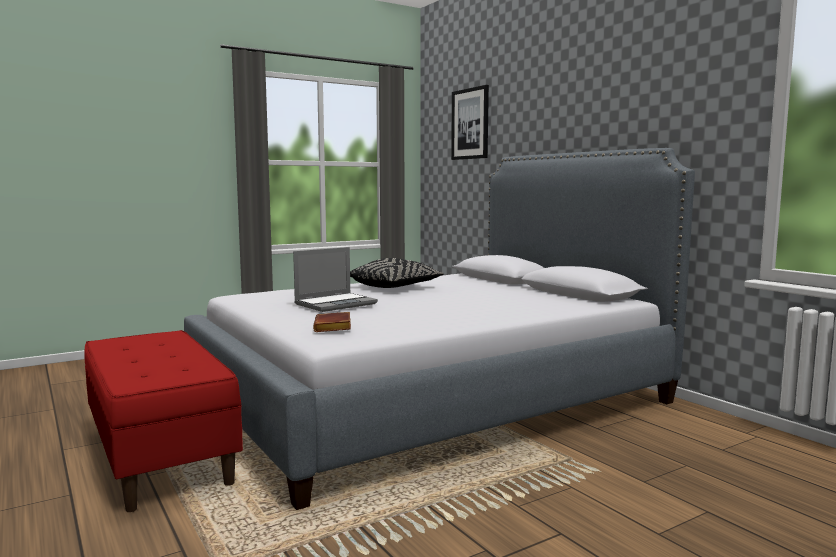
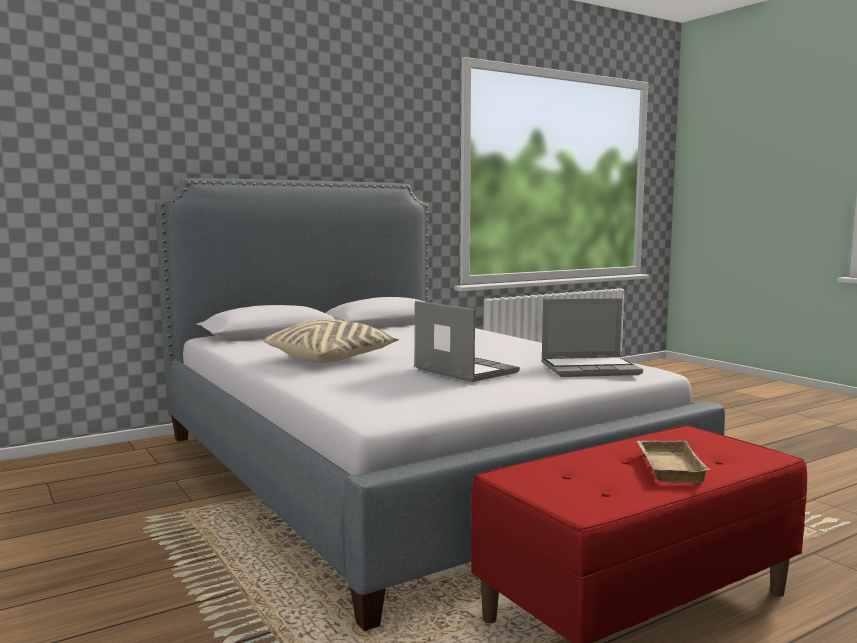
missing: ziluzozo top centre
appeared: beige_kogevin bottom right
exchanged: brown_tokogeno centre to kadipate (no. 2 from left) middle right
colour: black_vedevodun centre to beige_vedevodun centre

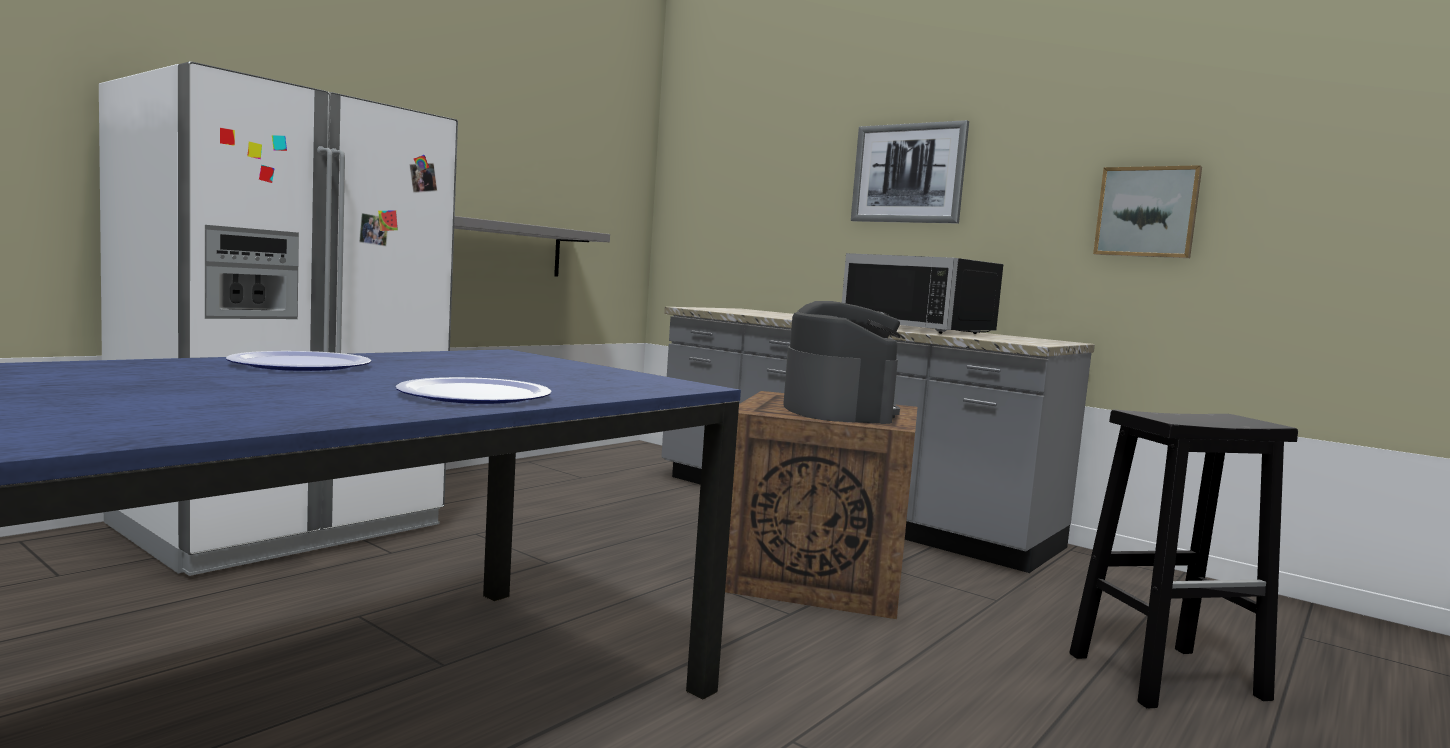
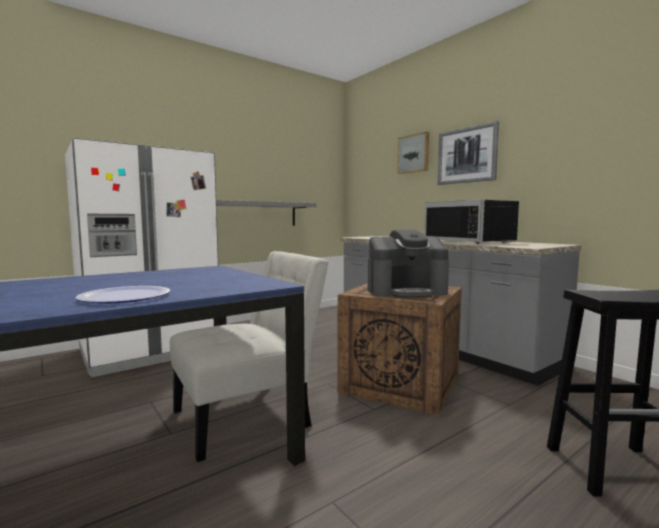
missing: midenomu (no. 1 from left) middle left
appeared: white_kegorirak bottom centre
relocated: ziluzozo (no. 2 from left in the first image) top right to ziluzozo (no. 1 from left) top centre
spun: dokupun centre = centre 75 degrees clockwise

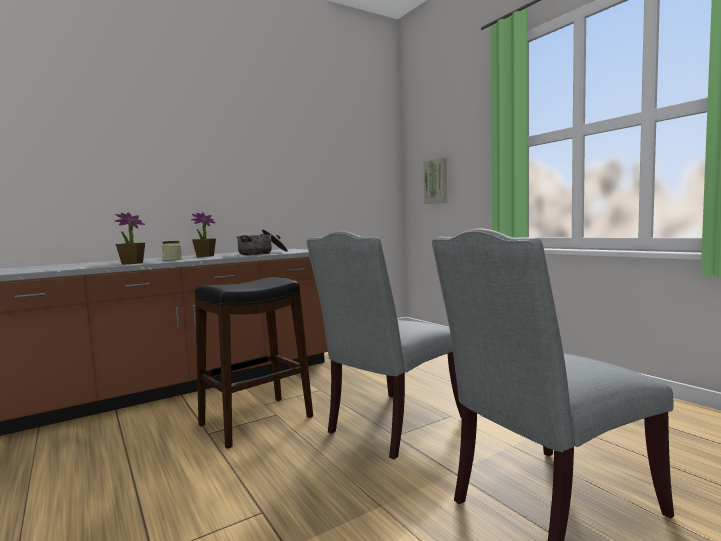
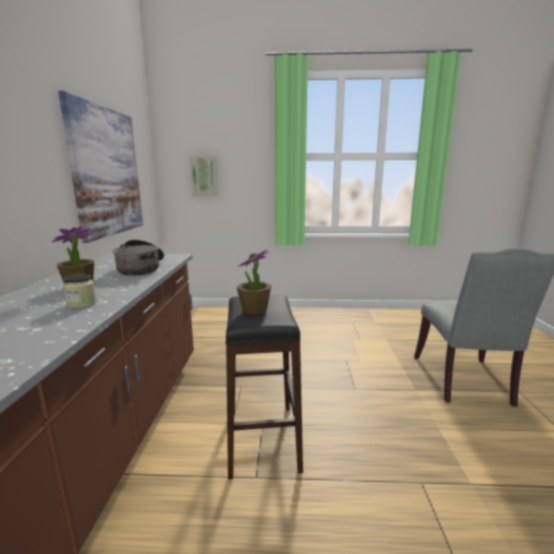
missing: grey_kegorirak (no. 1 from left) centre
appeared: ziluzozo (no. 1 from left) top left
relocated: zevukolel (no. 1 from left in the first image) middle left to zevukolel (no. 2 from left) centre

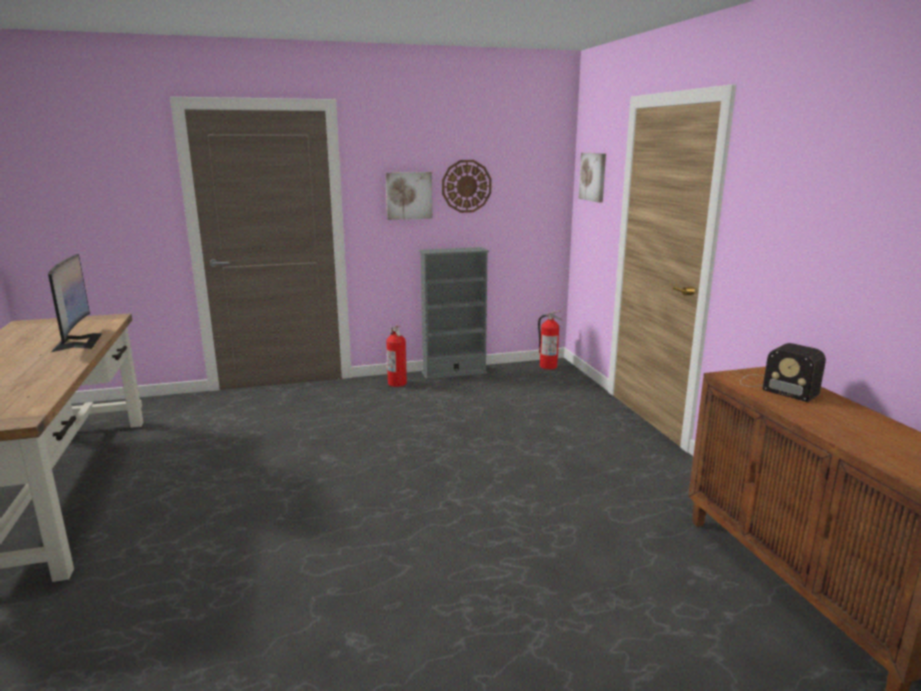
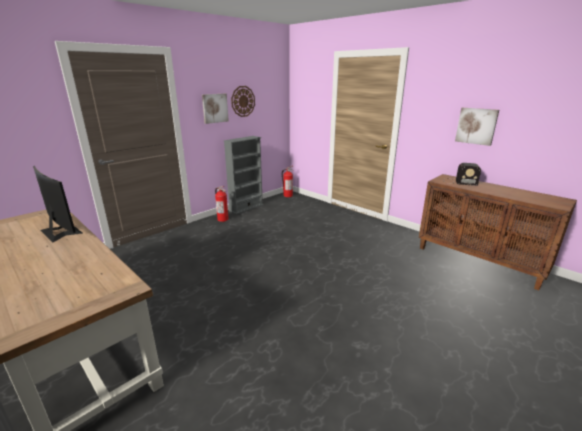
relocated: ziluzozo (no. 2 from left) top centre to top right

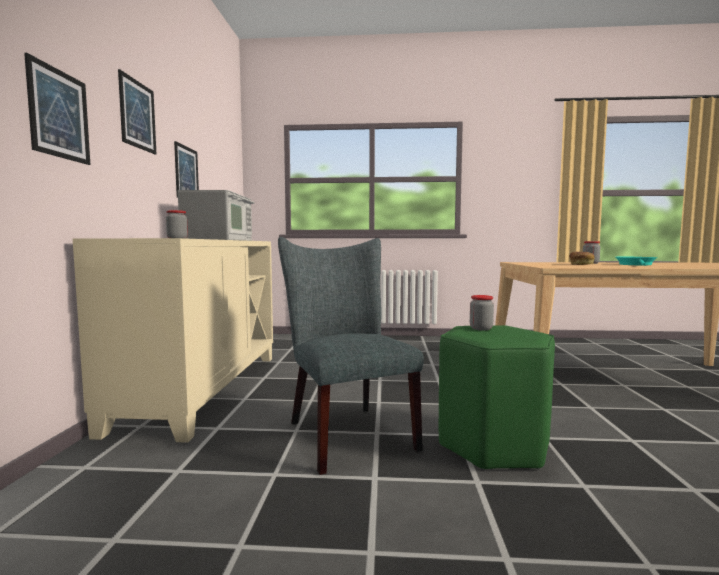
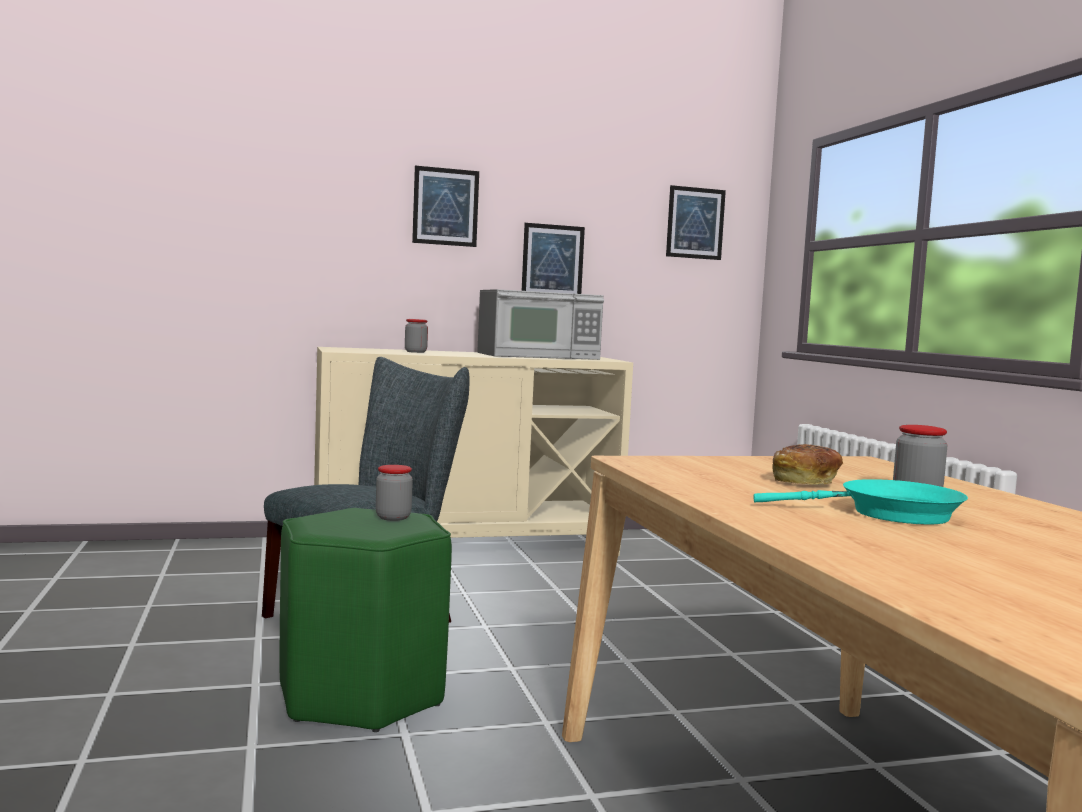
relocated: ziluzozo (no. 1 from left in the first image) top left to ziluzozo (no. 3 from left) top centre

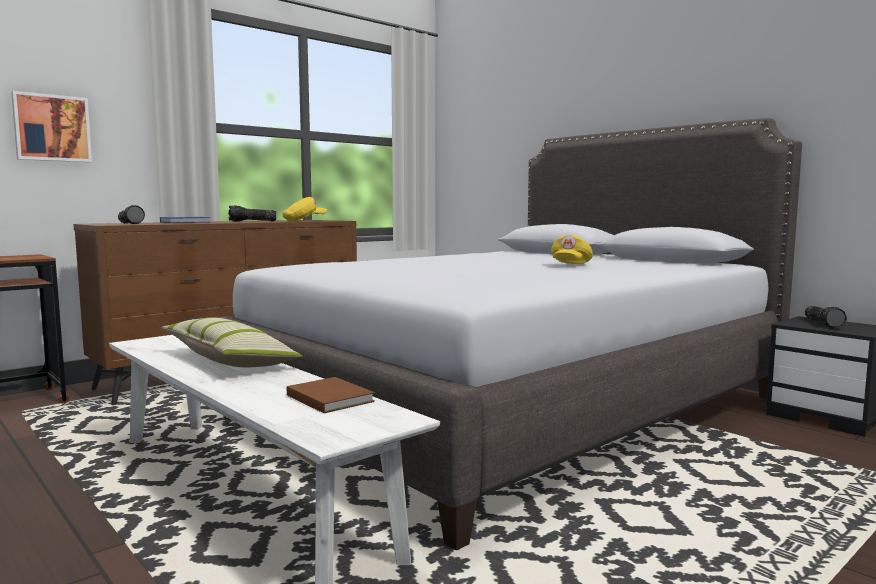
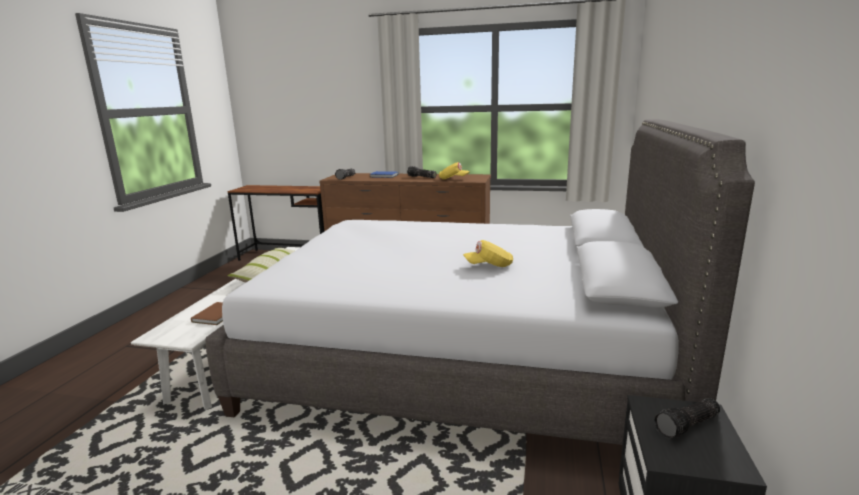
missing: ziluzozo top left

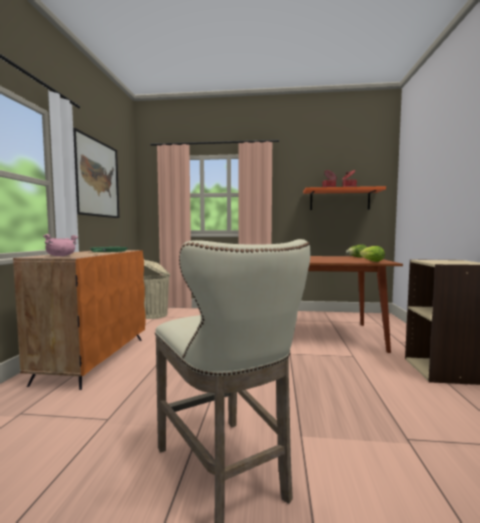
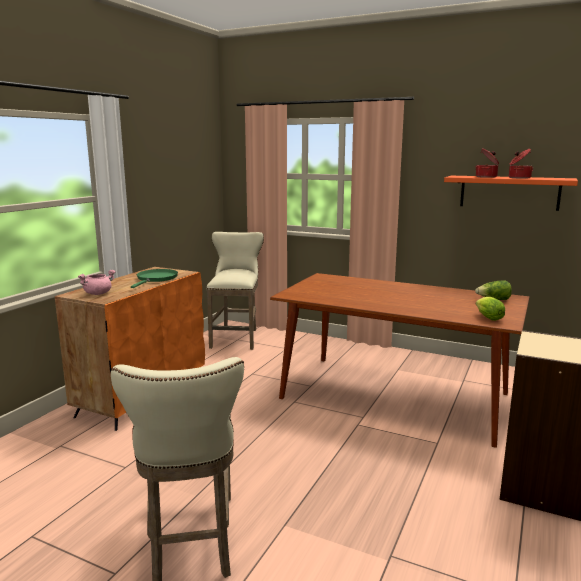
missing: ziluzozo top left
exchanged: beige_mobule middle left to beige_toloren (no. 2 from left) centre

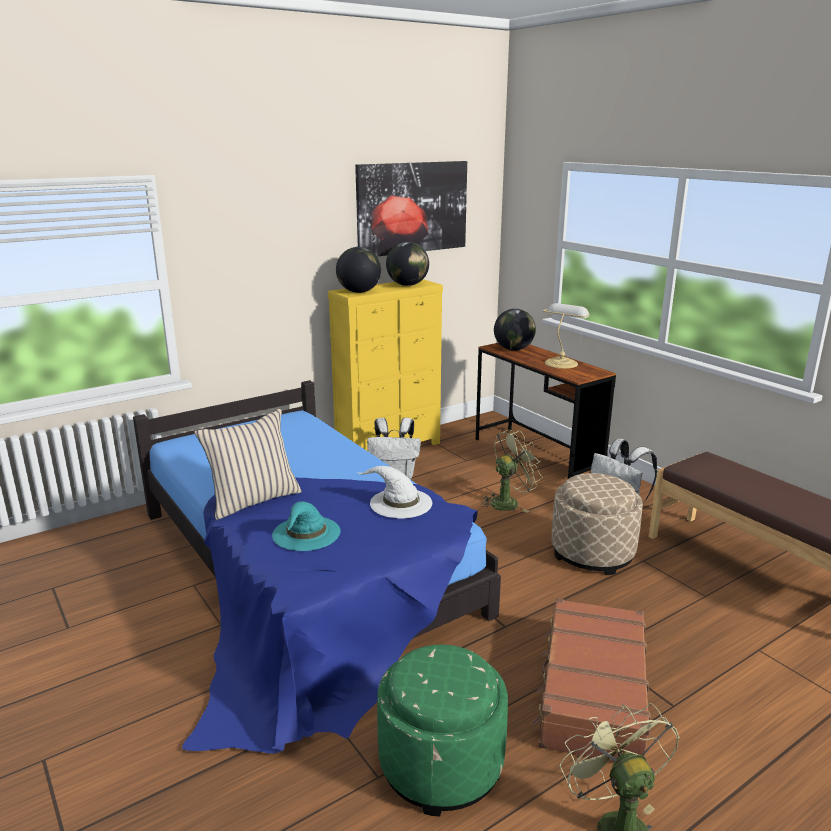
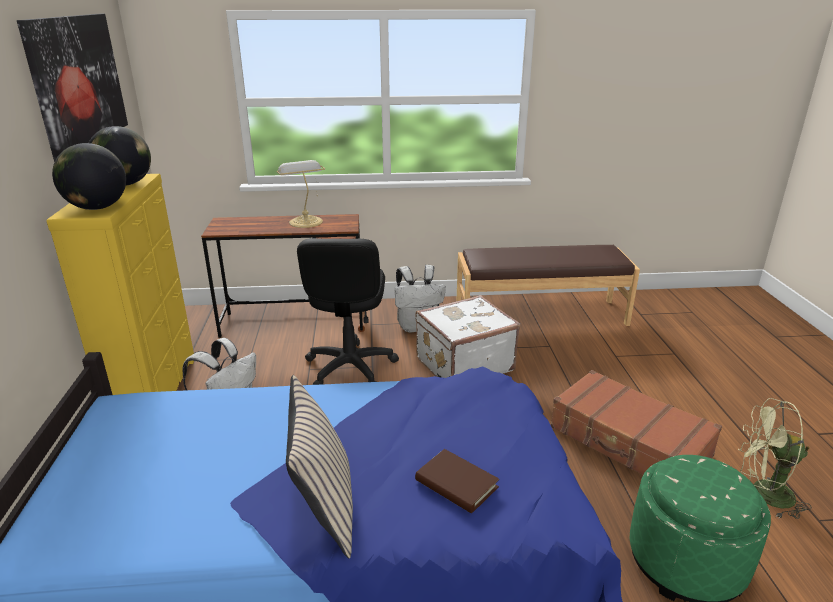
missing: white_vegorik centre; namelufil (no. 3 from left) centre
exchanged: turquoise_vegorik centre to brown_tokogeno bottom centre; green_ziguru (no. 1 from left) centre to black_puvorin centre; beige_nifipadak middle right to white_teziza centre

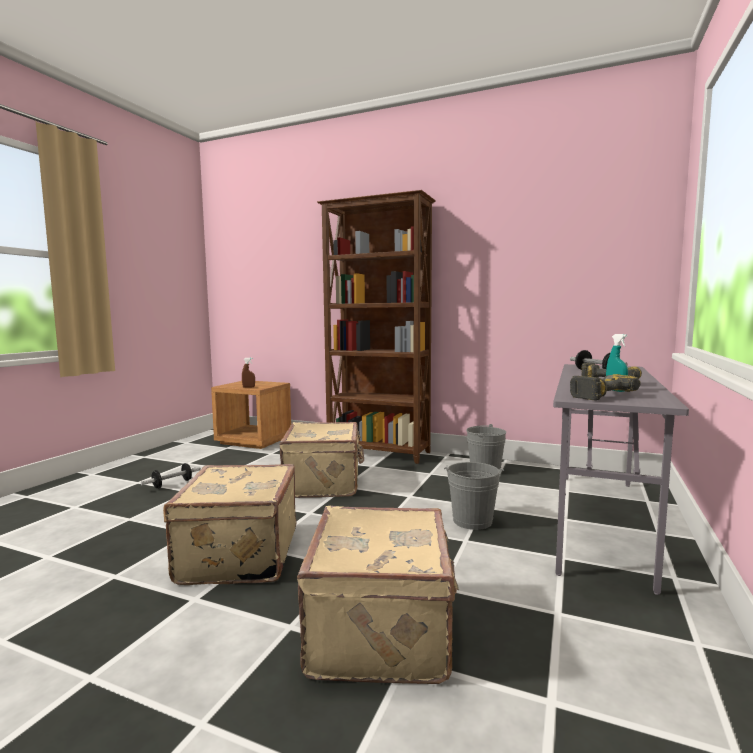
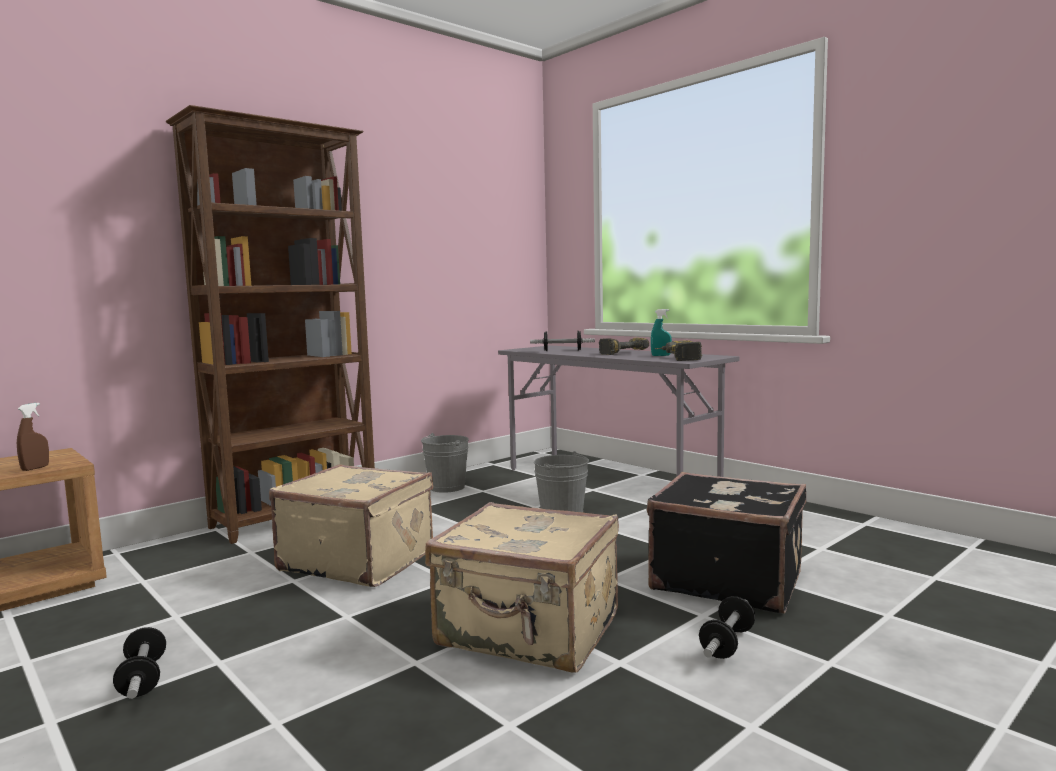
appeared: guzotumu (no. 3 from left) bottom right
colour: beige_teziza (no. 3 from left) bottom centre to black_teziza bottom right

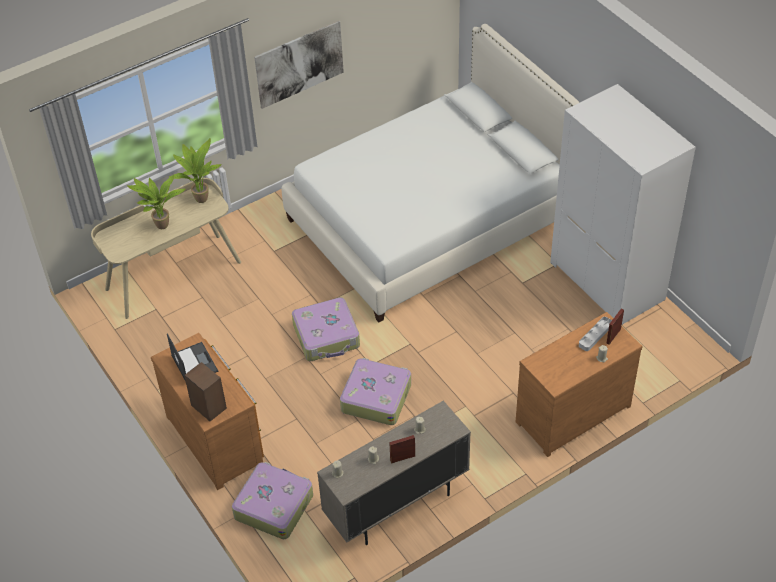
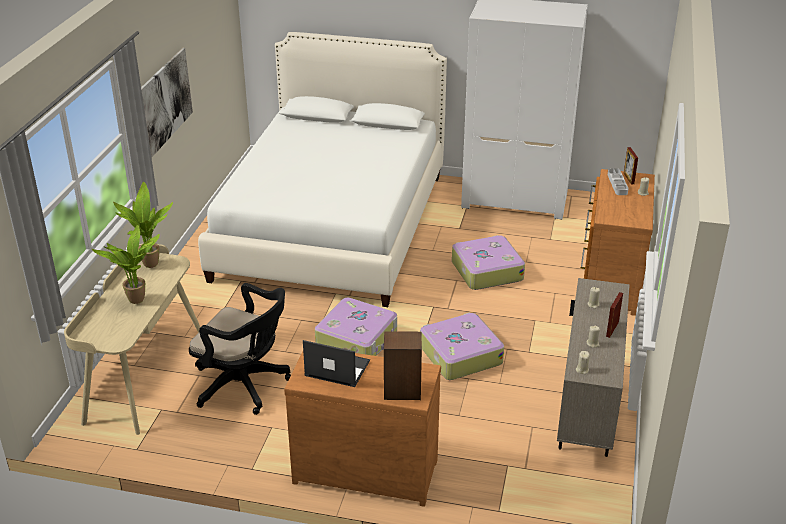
appeared: black_puvorin middle left
relocated: teziza (no. 1 from left in the first image) bottom centre to teziza (no. 3 from left) centre

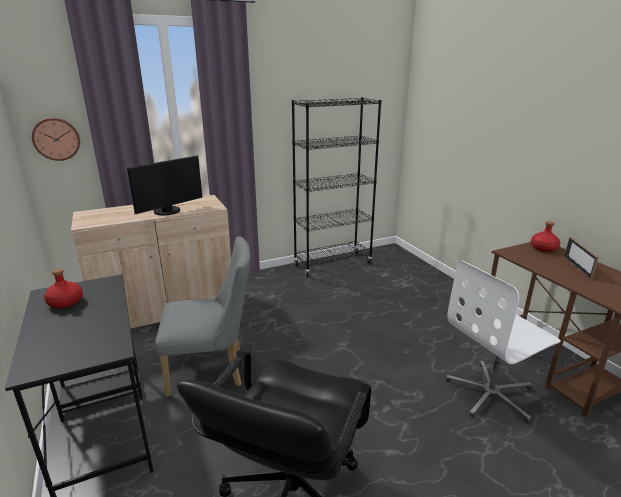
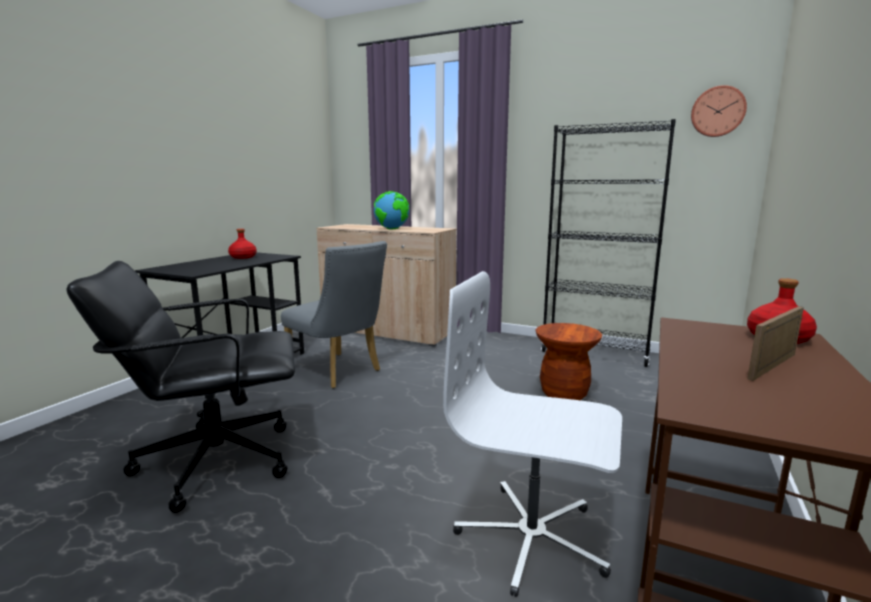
appeared: brown_toloren centre
relocated: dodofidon top left to top right
exchanged: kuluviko middle left to namelufil centre

